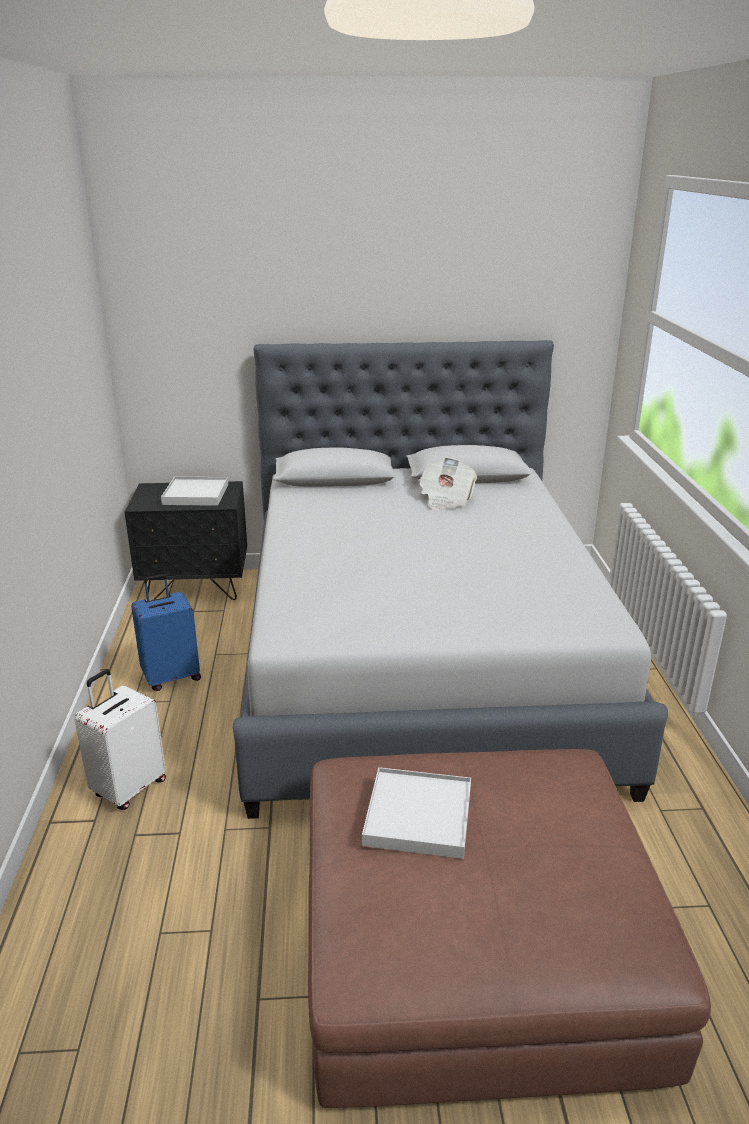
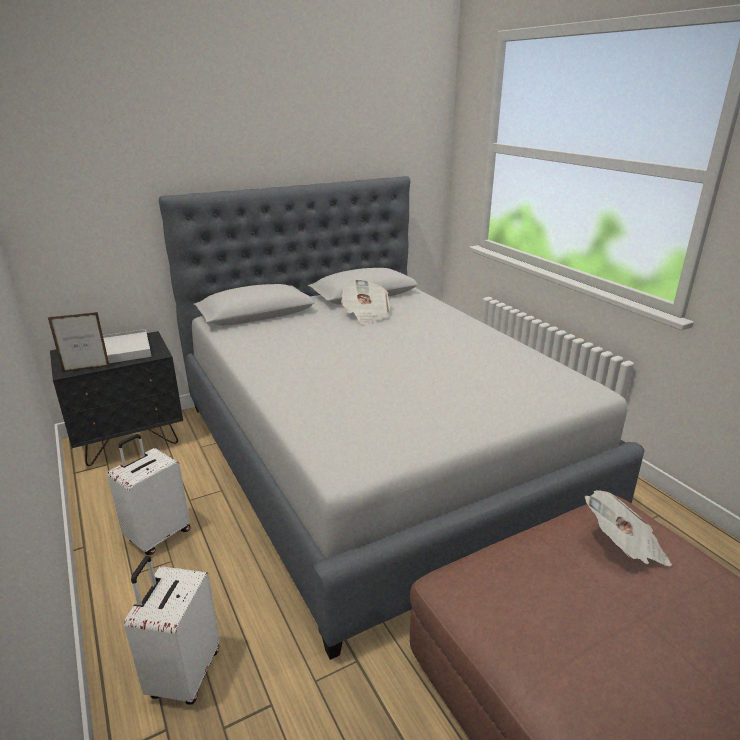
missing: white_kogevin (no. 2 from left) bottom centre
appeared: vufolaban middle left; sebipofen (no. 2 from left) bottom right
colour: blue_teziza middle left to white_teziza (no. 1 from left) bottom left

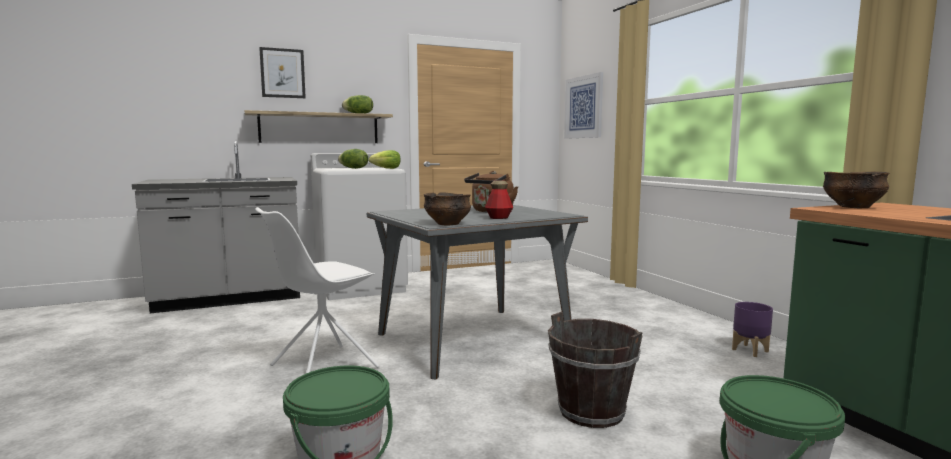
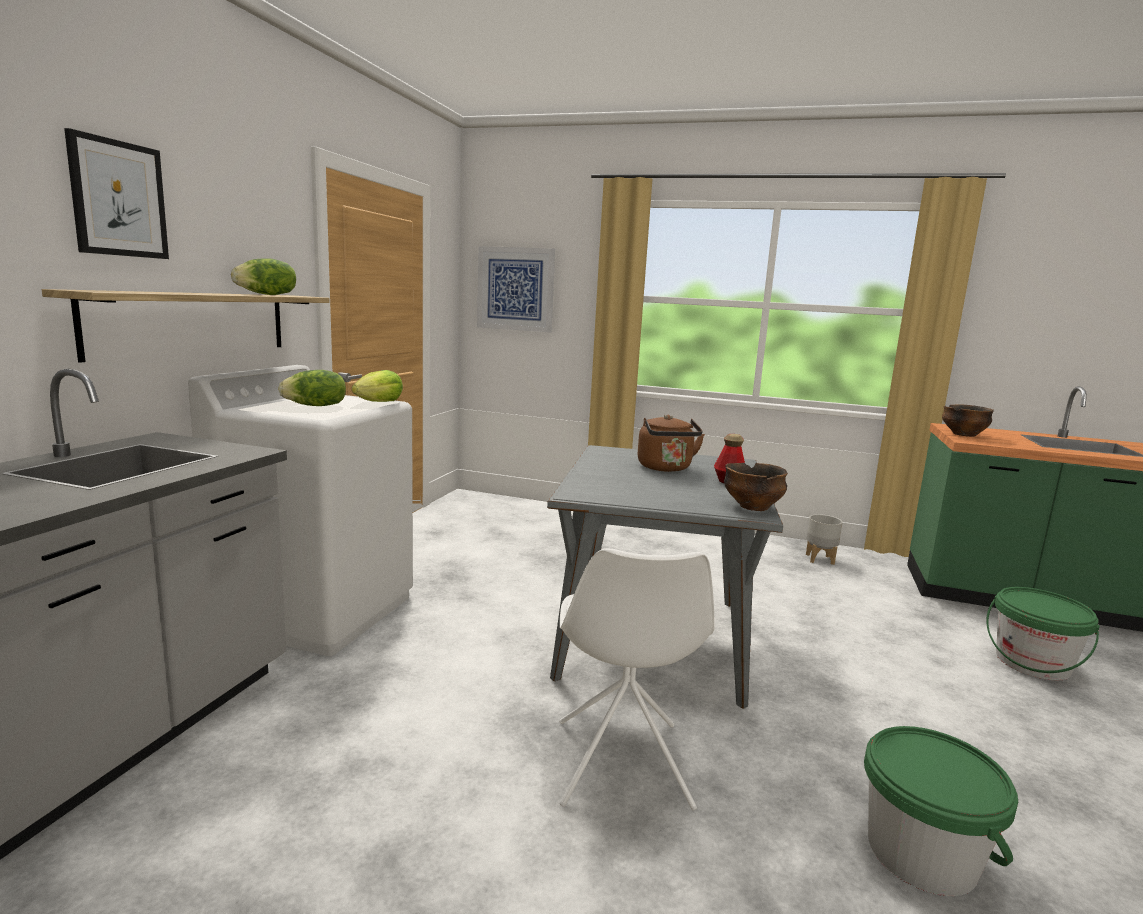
missing: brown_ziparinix bottom centre
colour: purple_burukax bottom right to grey_burukax middle right

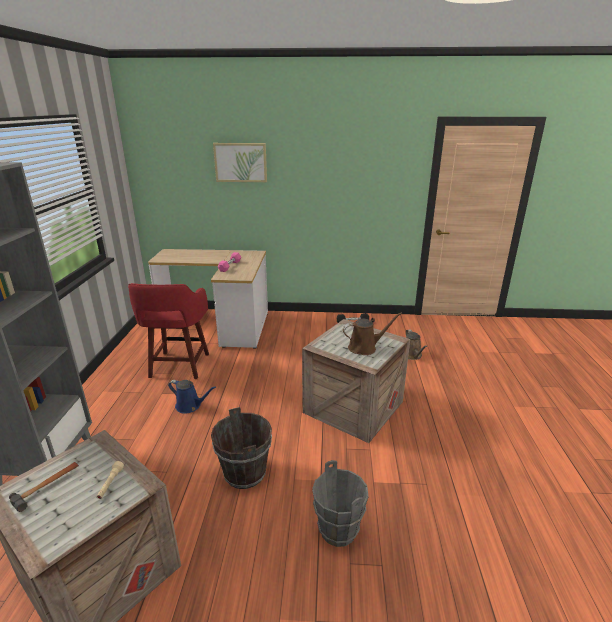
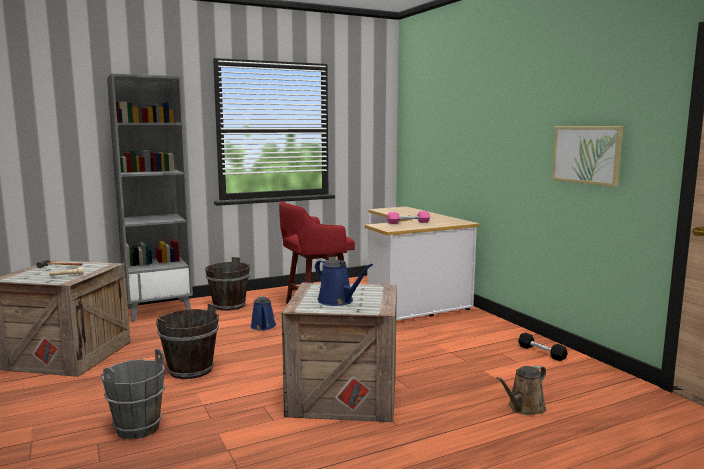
appeared: brown_ziparinix (no. 2 from left) middle left
relocated: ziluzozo top centre to top right
colour: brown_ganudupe (no. 1 from left) centre to blue_ganudupe (no. 2 from left) centre

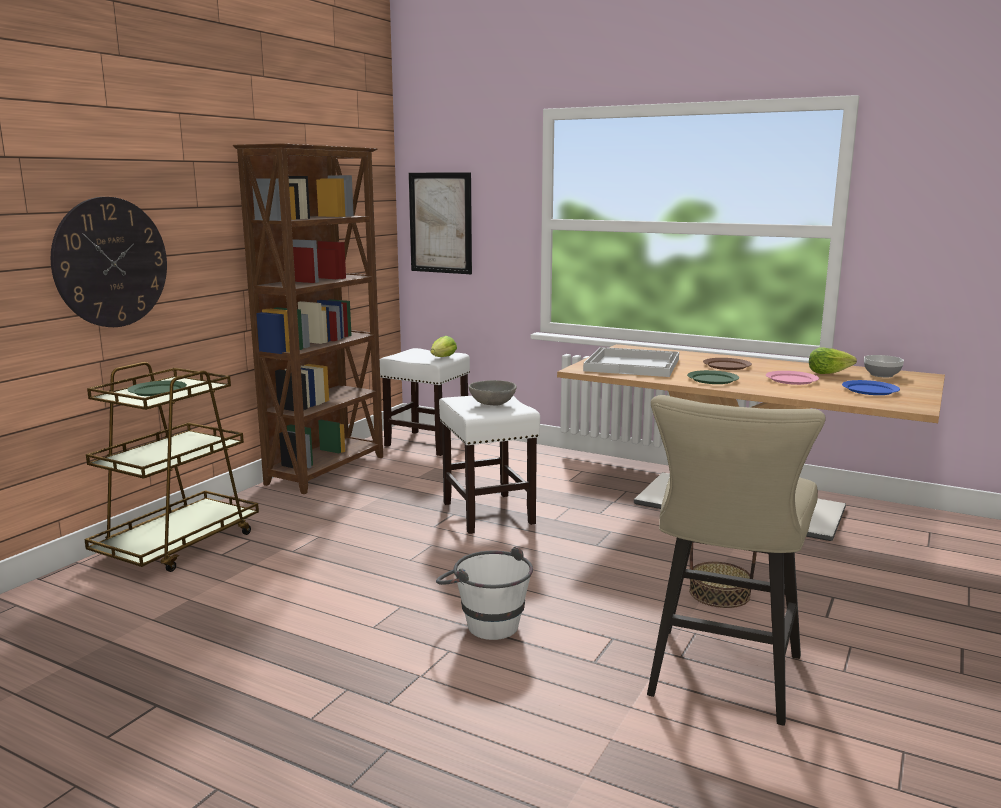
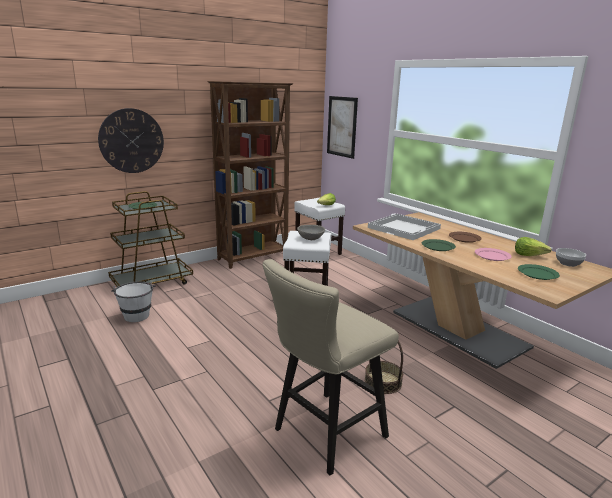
relocated: white_ziparinix bottom centre to middle left
colour: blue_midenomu middle right to green_midenomu (no. 3 from left) middle right

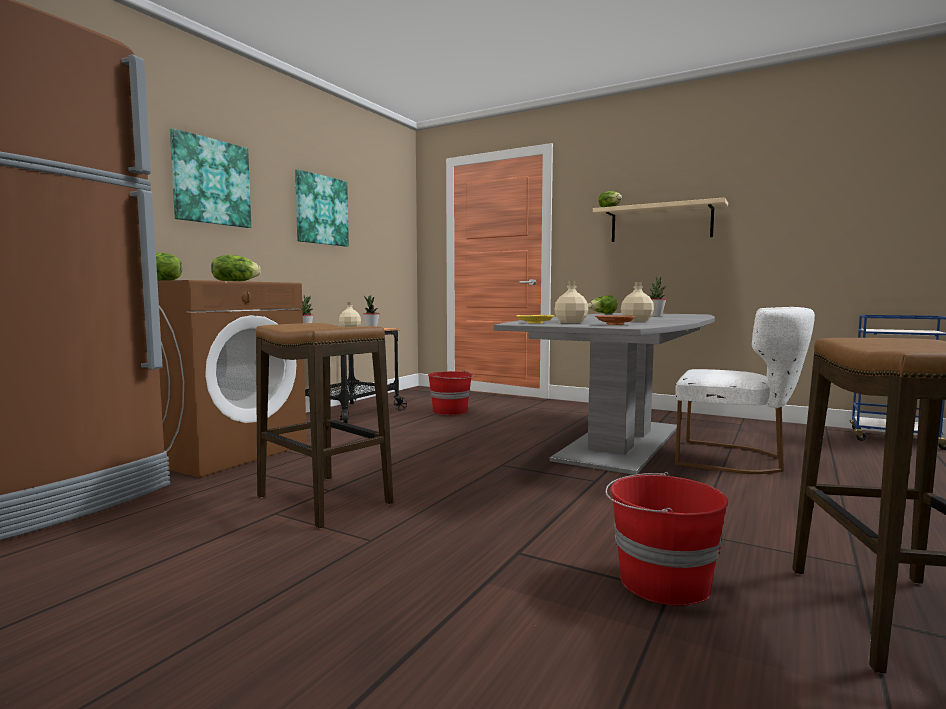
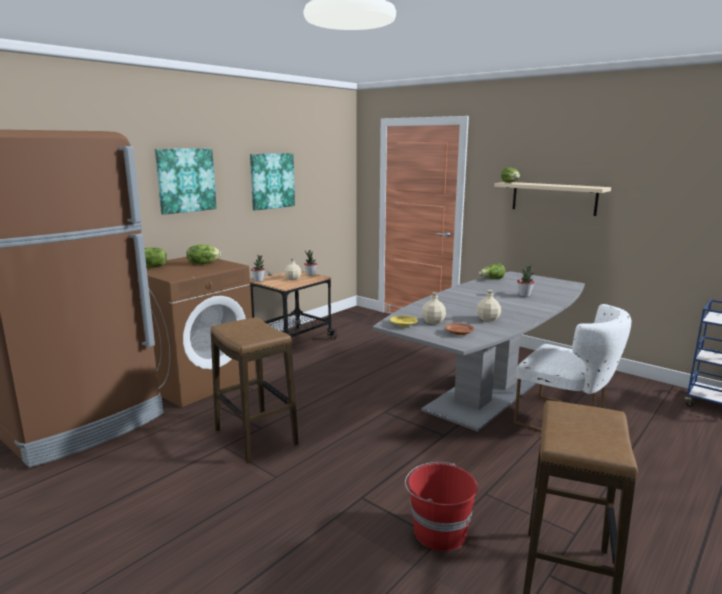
missing: red_ziparinix (no. 1 from left) centre

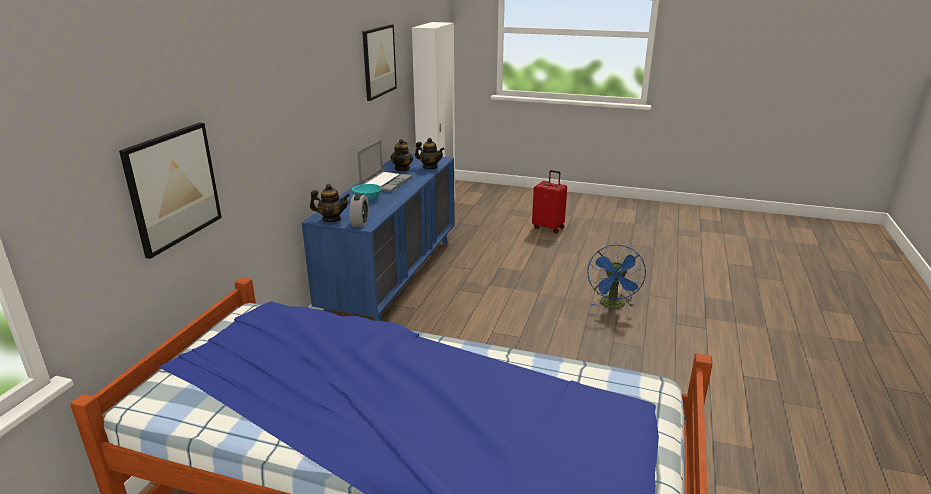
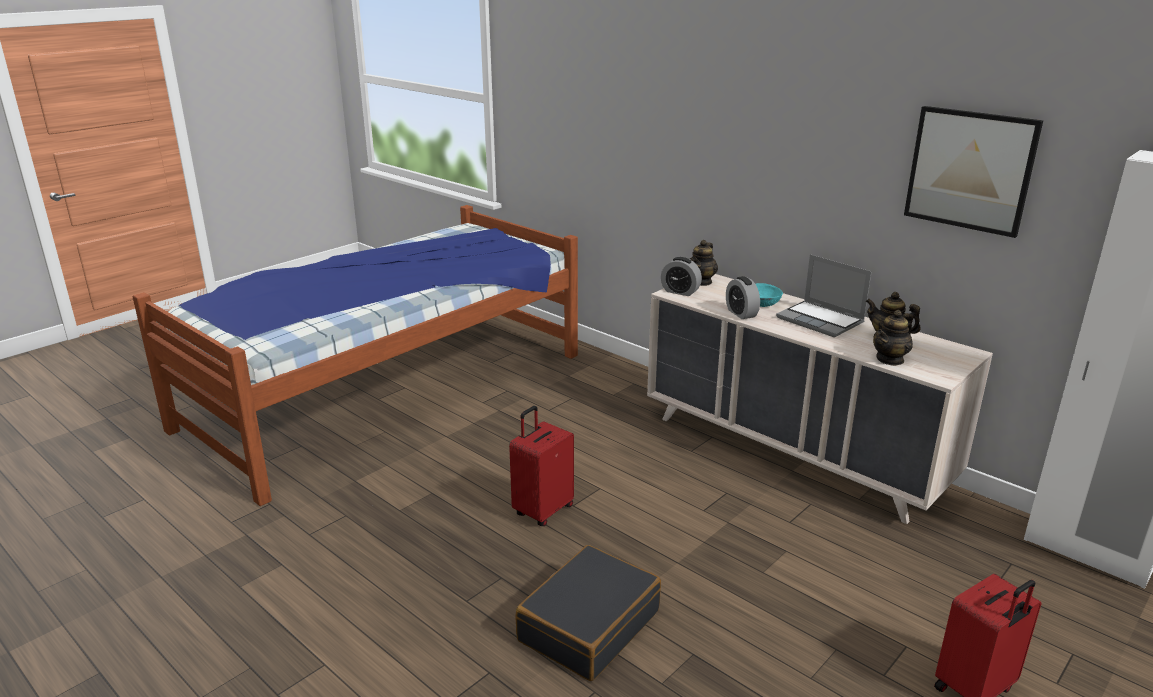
missing: ziluzozo (no. 1 from left) middle left
appeared: red_teziza (no. 1 from left) bottom centre; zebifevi (no. 2 from left) centre
exchanged: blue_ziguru centre to black_teziza bottom centre
colour: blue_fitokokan centre to beige_fitokokan middle right

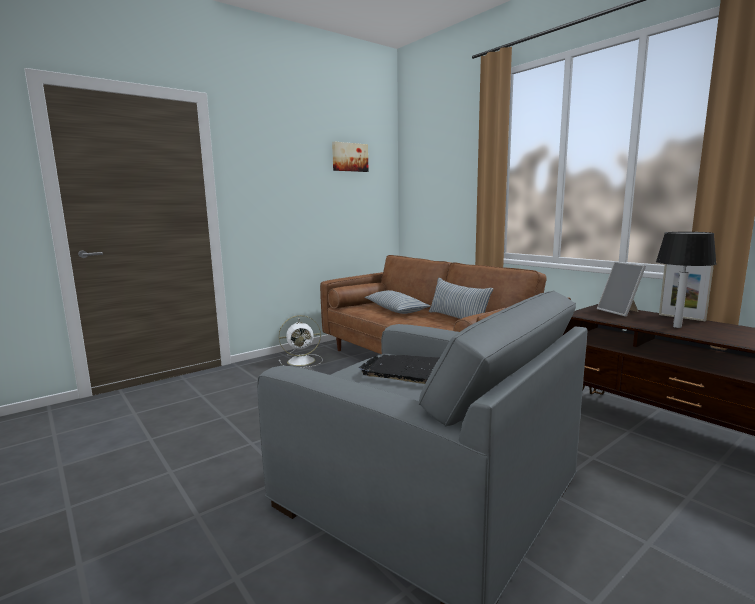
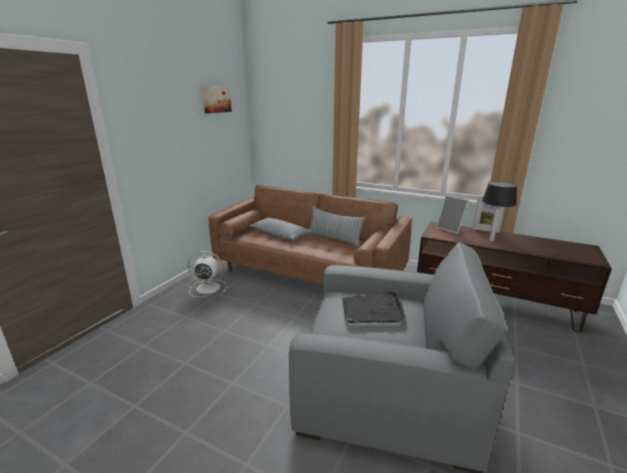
spun: white_ziguru centre = middle left 135 degrees counterclockwise

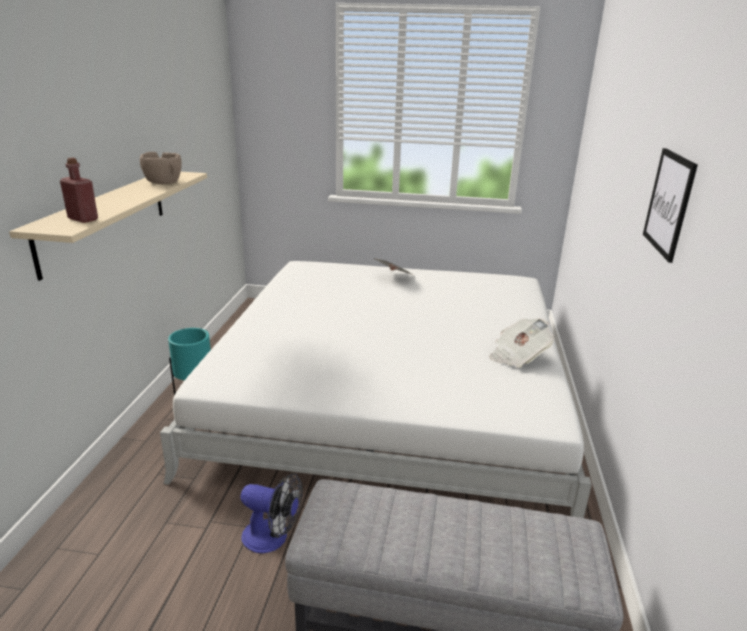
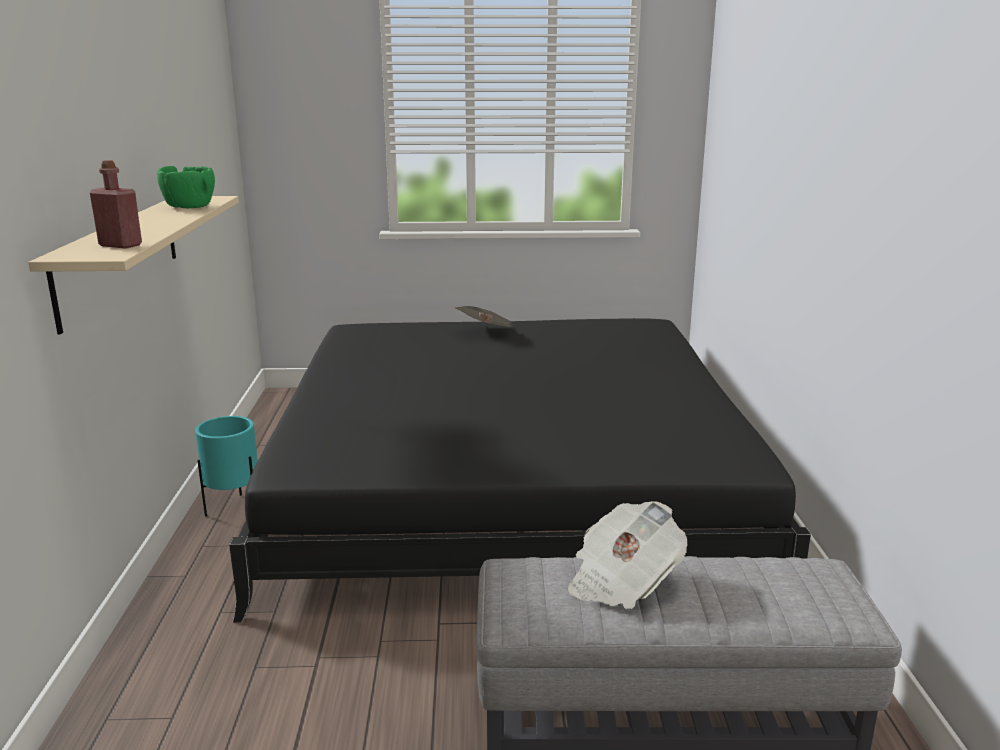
missing: ziguru bottom centre; ziluzozo top right
relocated: sebipofen (no. 2 from left) middle right to bottom centre
colour: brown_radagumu top left to green_radagumu top left; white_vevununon centre to black_vevununon centre

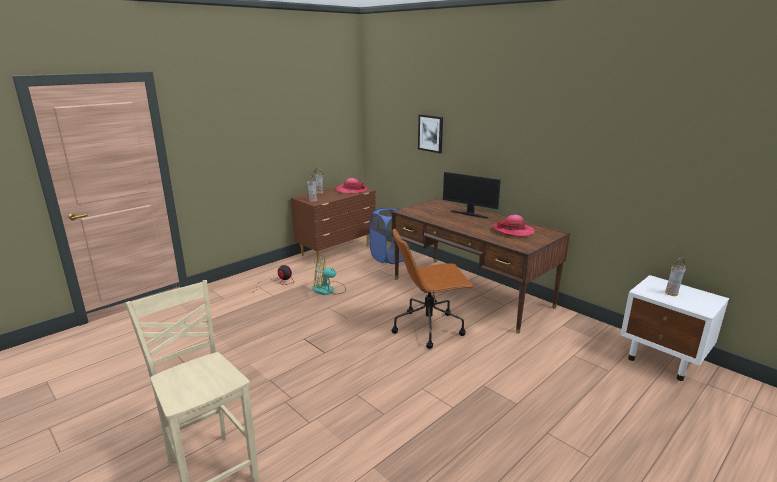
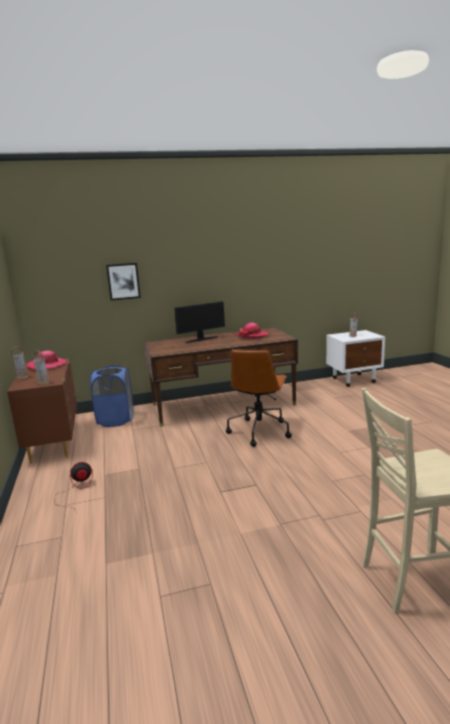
missing: ziguru (no. 2 from left) centre

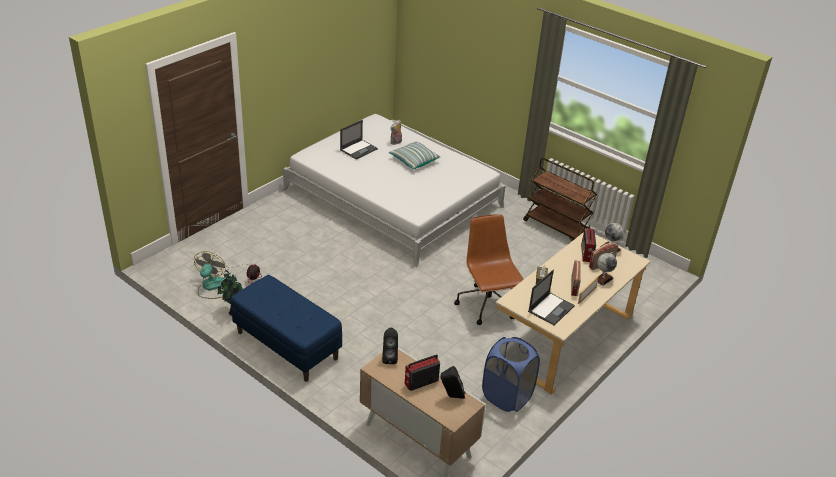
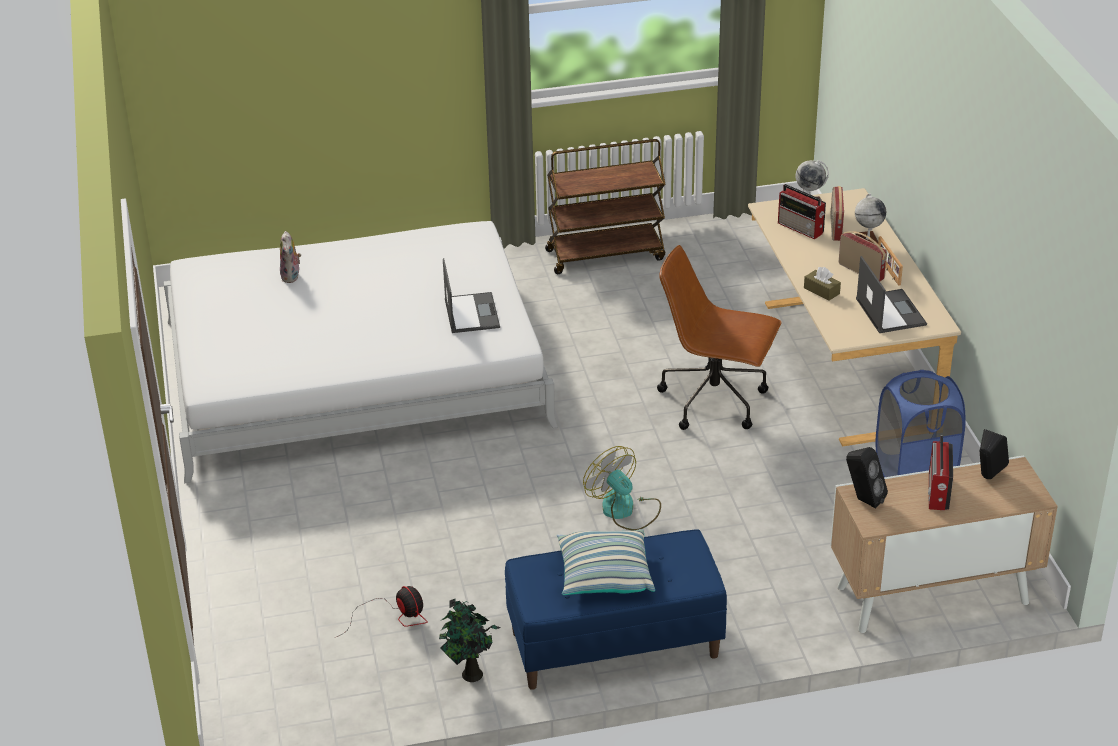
relocated: ziguru (no. 1 from left in the first image) middle left to ziguru (no. 2 from left) centre; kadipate (no. 1 from left) top centre to centre; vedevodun top centre to bottom centre

